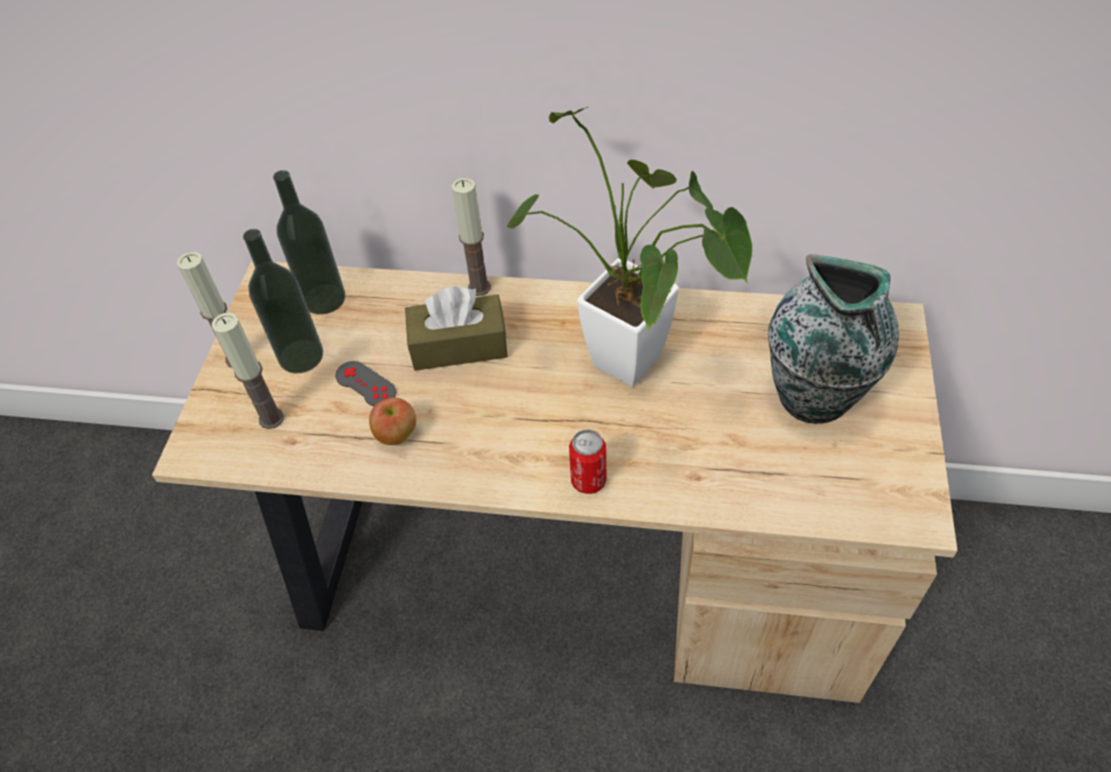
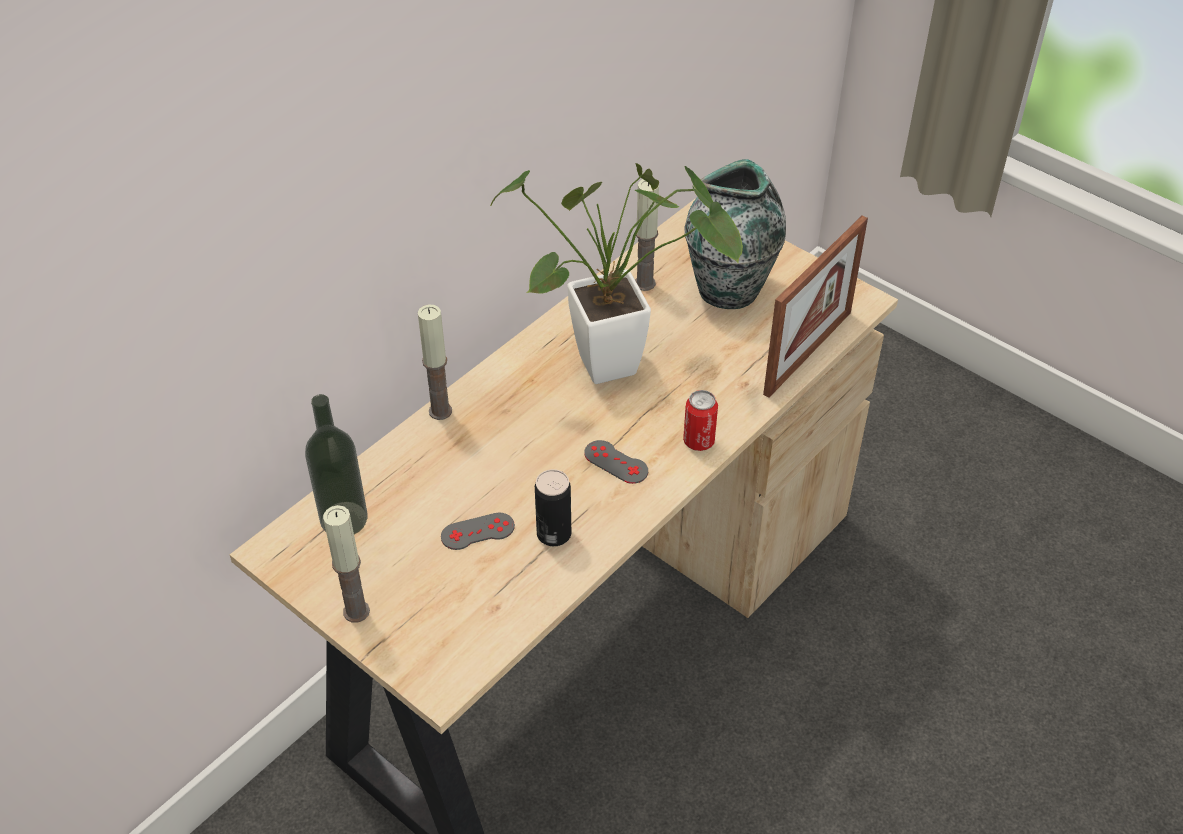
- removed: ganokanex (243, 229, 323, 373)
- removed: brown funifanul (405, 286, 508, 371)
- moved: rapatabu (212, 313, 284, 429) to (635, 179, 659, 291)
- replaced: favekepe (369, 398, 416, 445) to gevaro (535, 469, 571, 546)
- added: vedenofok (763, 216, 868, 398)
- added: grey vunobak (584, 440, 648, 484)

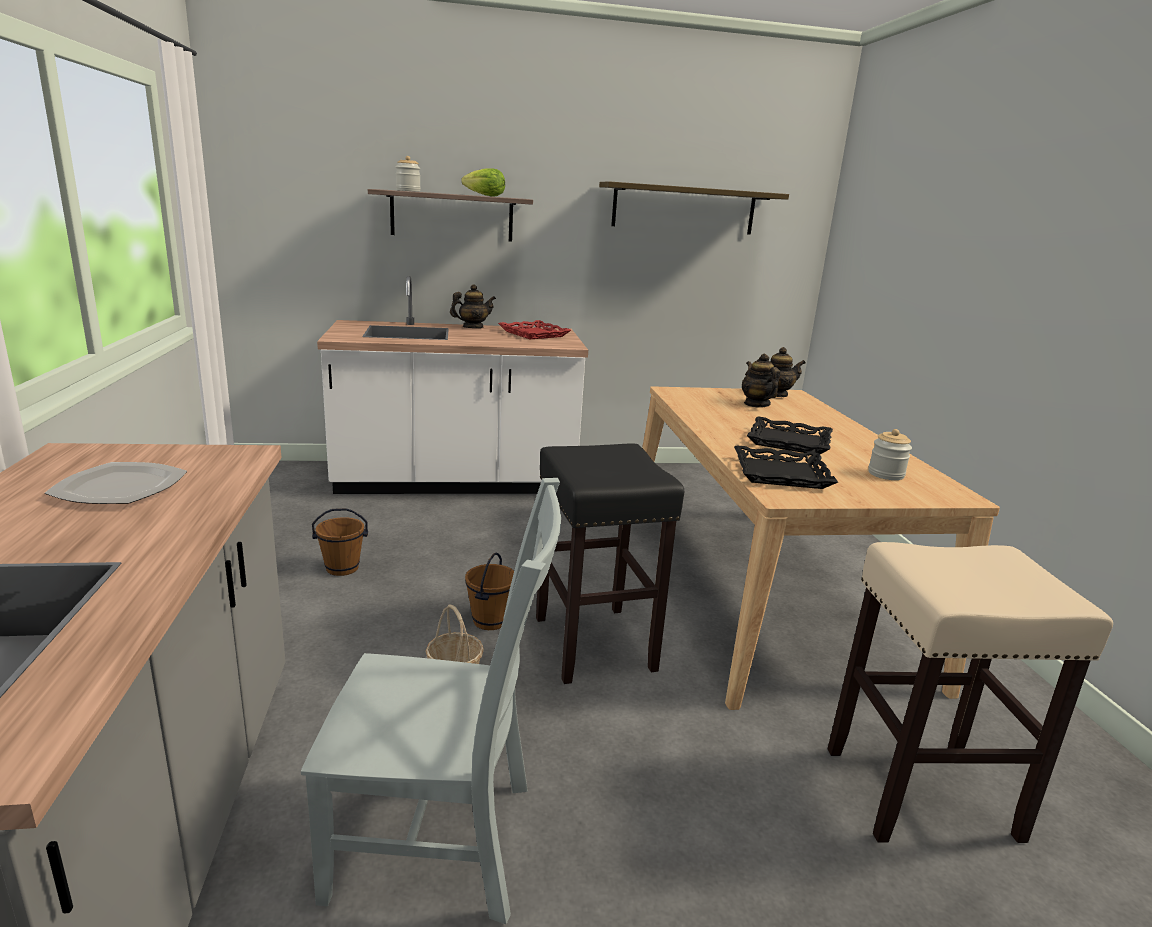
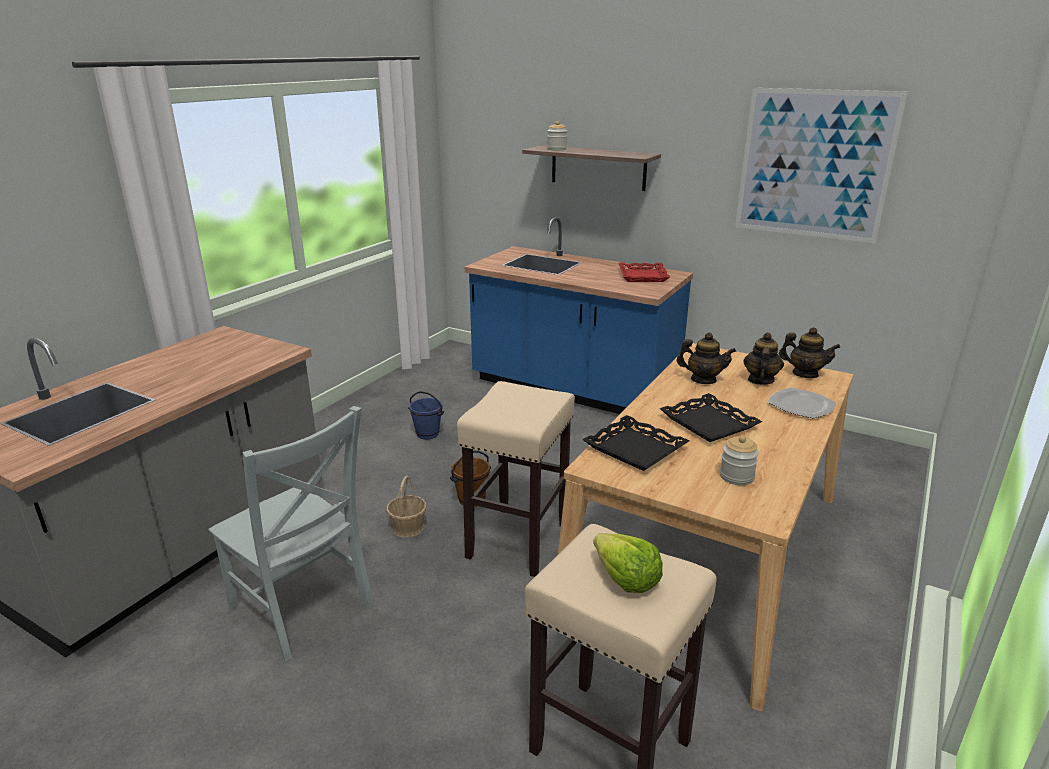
- moved: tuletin (461, 168, 505, 196) to (593, 533, 663, 593)
- replaced: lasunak (599, 181, 789, 235) to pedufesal (735, 88, 908, 244)
- recoloured: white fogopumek (317, 276, 588, 494) to blue fogopumek (465, 217, 693, 414)
- moved: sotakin (450, 284, 496, 328) to (676, 333, 736, 384)
- recoloured: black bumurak (536, 443, 684, 684) to beige bumurak (457, 381, 575, 577)
- moved: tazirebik (45, 462, 187, 504) to (768, 387, 836, 419)
- recoloured: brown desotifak (312, 508, 368, 576) to blue desotifak (408, 391, 444, 440)

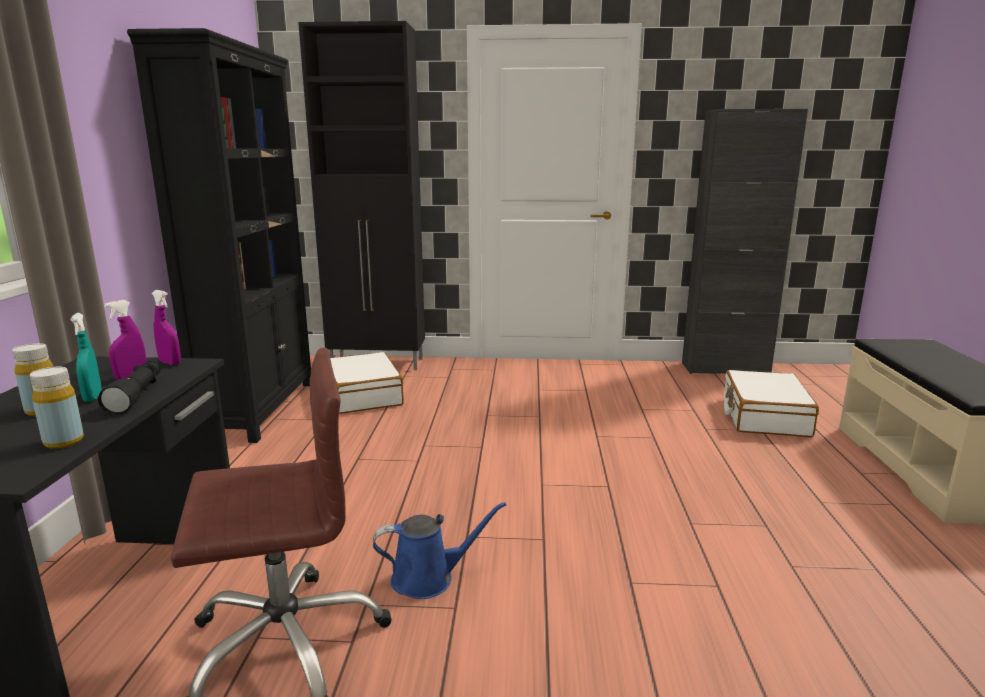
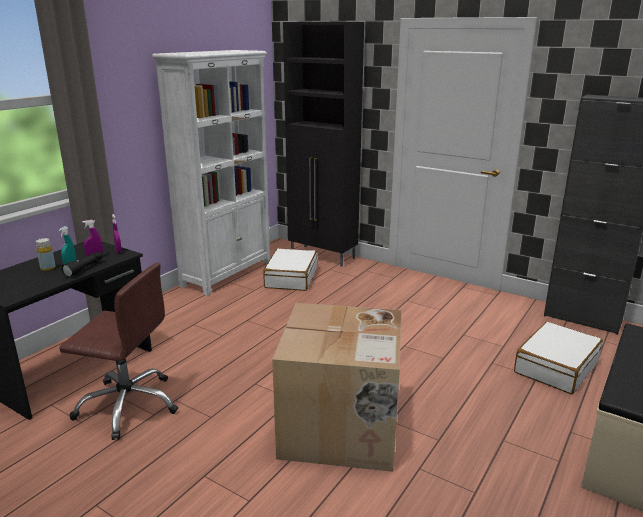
- recoloured: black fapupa (127, 28, 311, 443) to white fapupa (152, 50, 271, 296)
- removed: yellow ganokanex (30, 367, 84, 449)
- removed: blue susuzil (373, 502, 506, 599)
- added: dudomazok (272, 303, 402, 472)

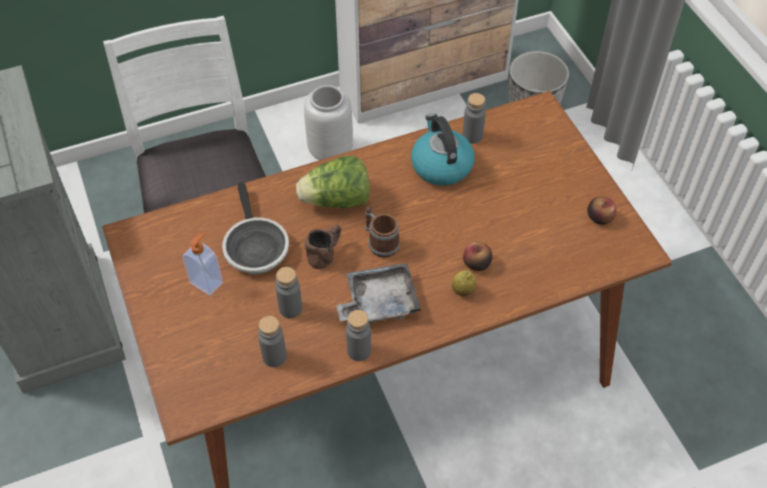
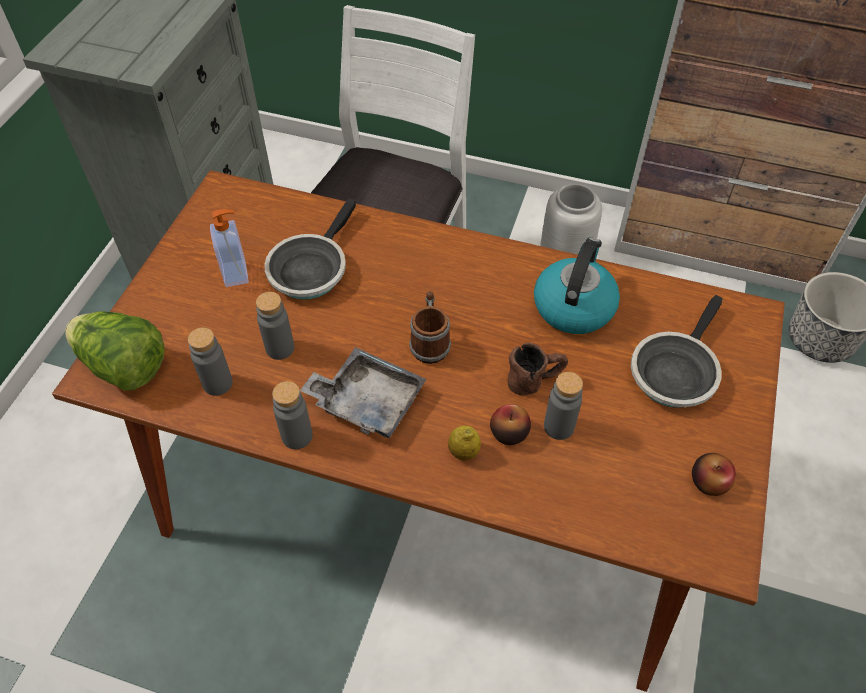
- moved: grey ganokanex (463, 93, 486, 144) to (544, 372, 583, 440)
- moved: tuletin (296, 156, 370, 209) to (65, 311, 165, 391)
- moved: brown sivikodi (305, 225, 341, 269) to (508, 343, 568, 395)
- added: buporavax (631, 295, 723, 408)

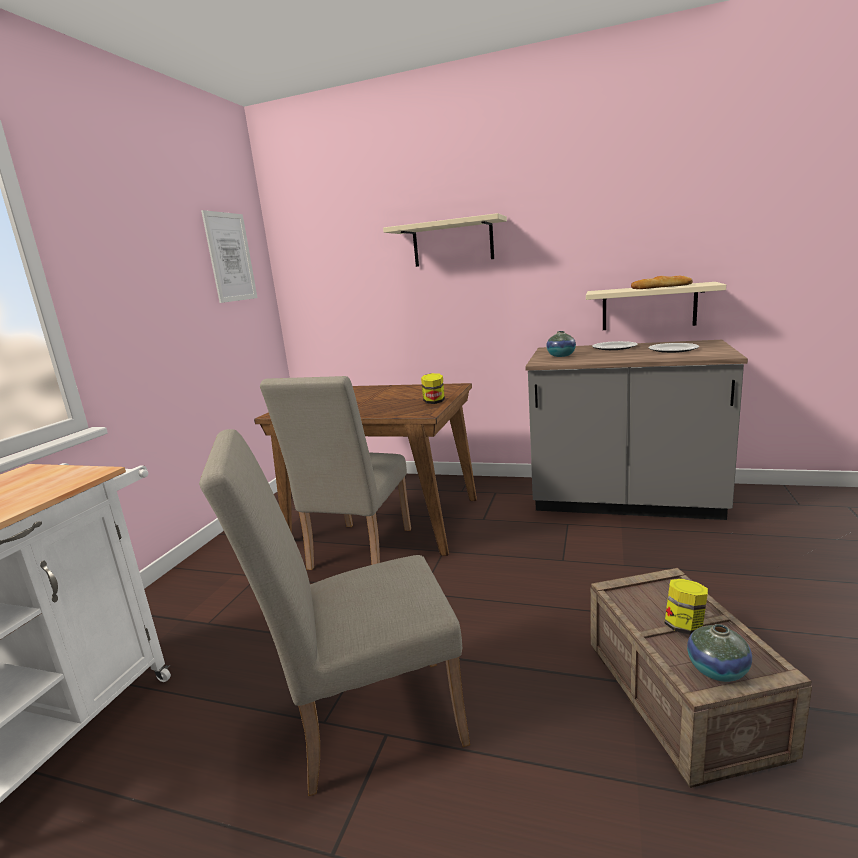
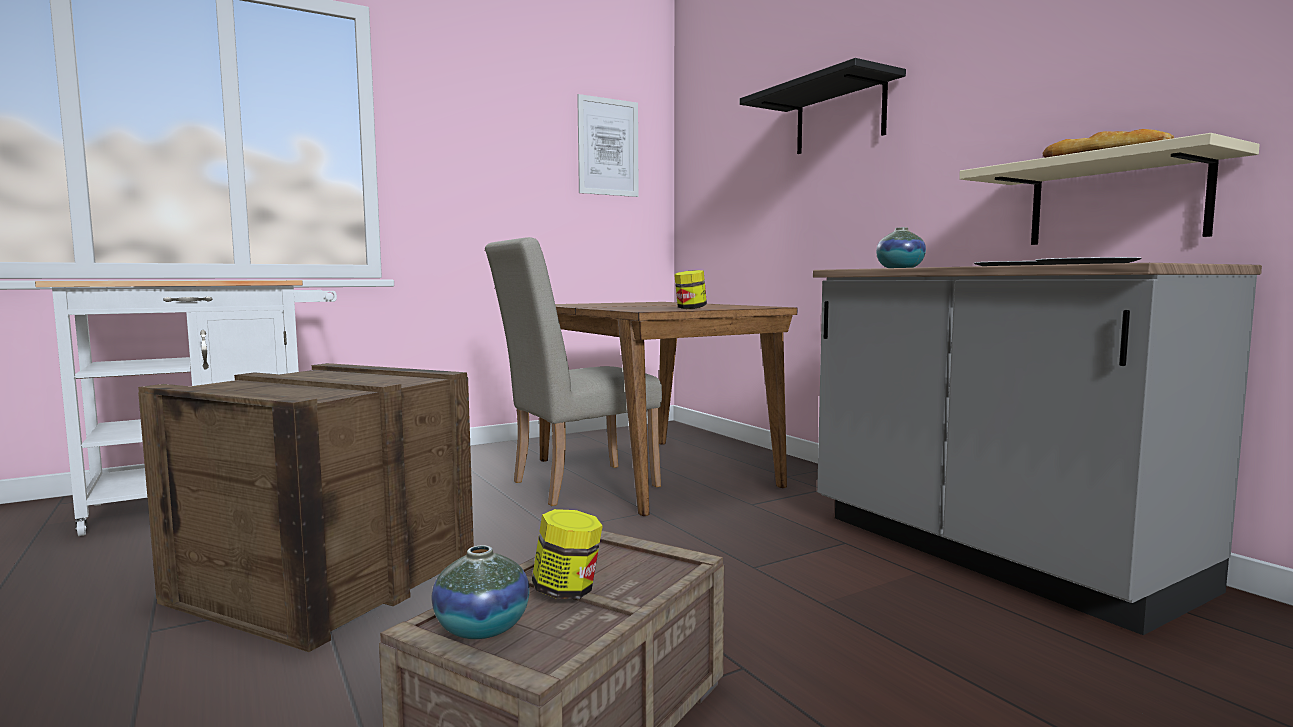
- recoloured: beige lasunak (383, 213, 507, 267) to black lasunak (740, 58, 906, 154)
- replaced: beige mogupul (199, 429, 470, 796) to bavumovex (138, 363, 474, 652)

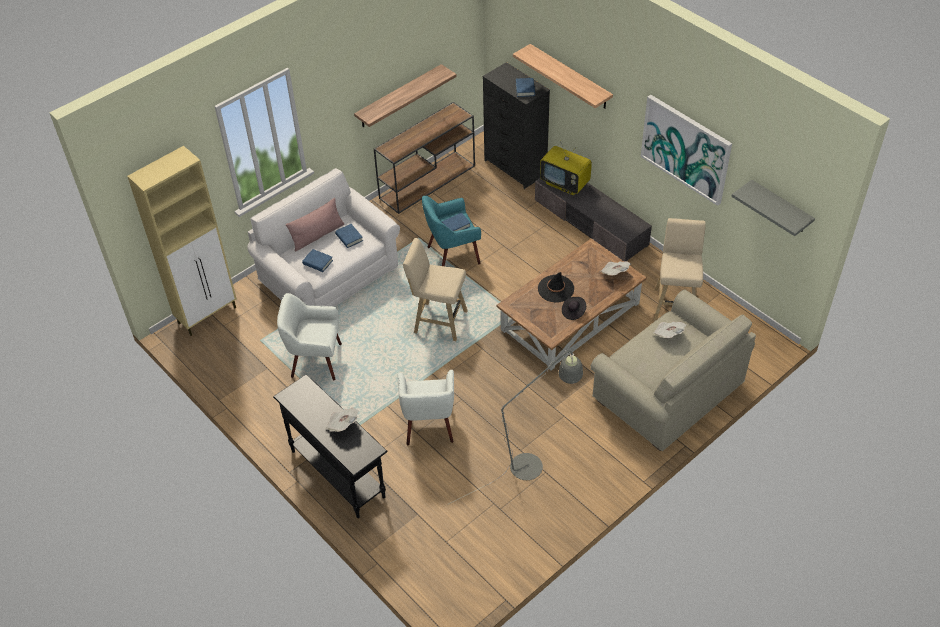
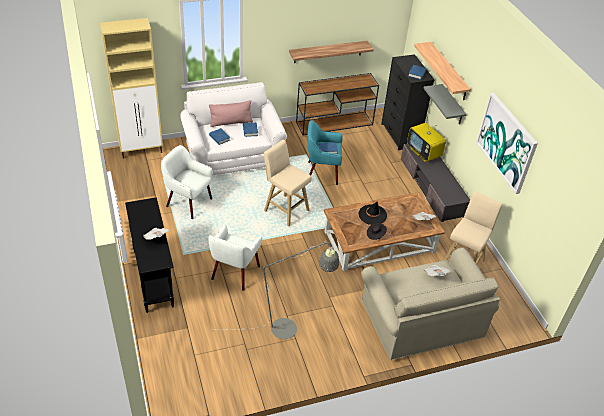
- moved: grey lasunak (731, 180, 815, 236) to (423, 84, 467, 124)

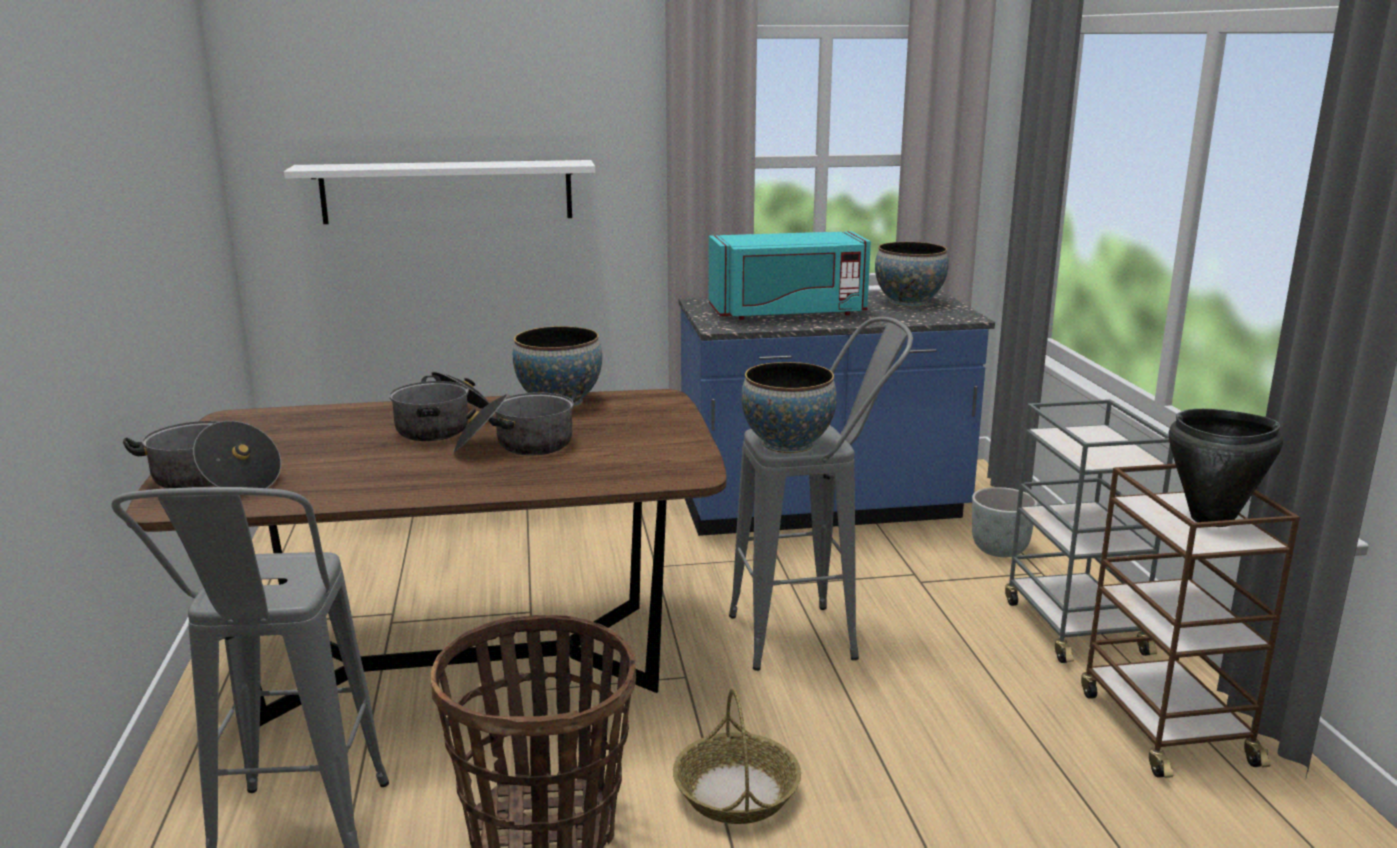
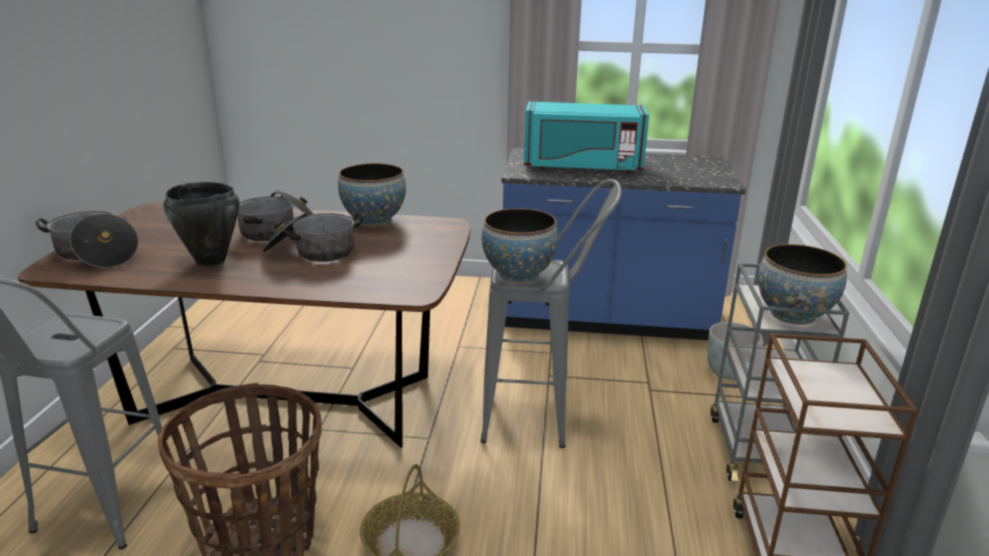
- removed: white lasunak (284, 160, 595, 224)
- moved: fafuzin (875, 242, 948, 307) to (758, 244, 847, 325)
- moved: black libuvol (1169, 409, 1283, 527) to (163, 182, 239, 266)

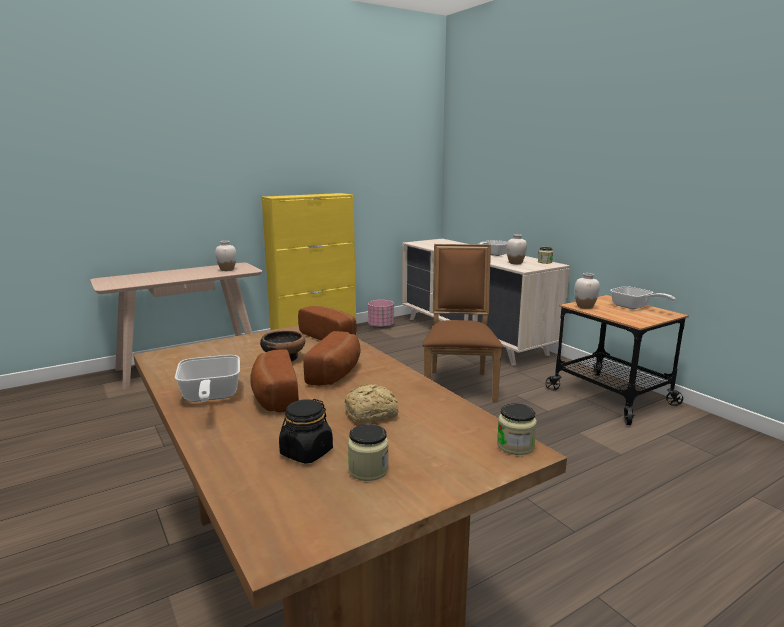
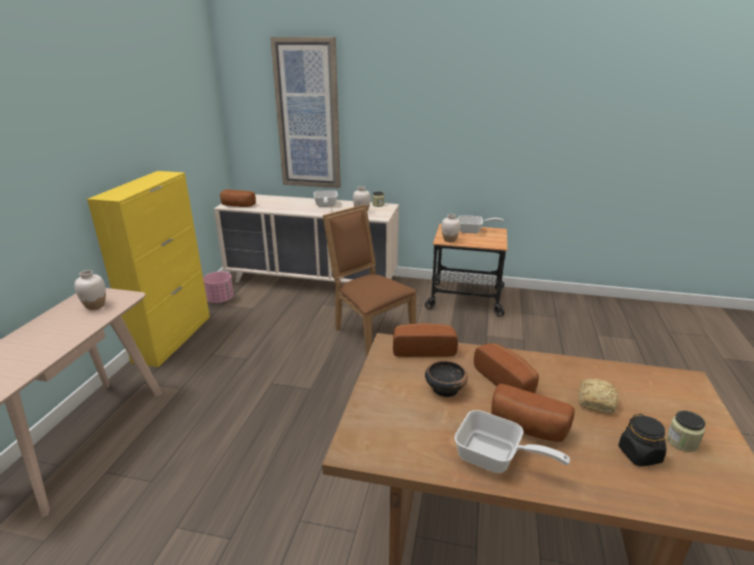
- removed: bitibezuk (497, 403, 537, 455)
- added: pedufesal (270, 37, 341, 188)
- added: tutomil (220, 190, 256, 207)

